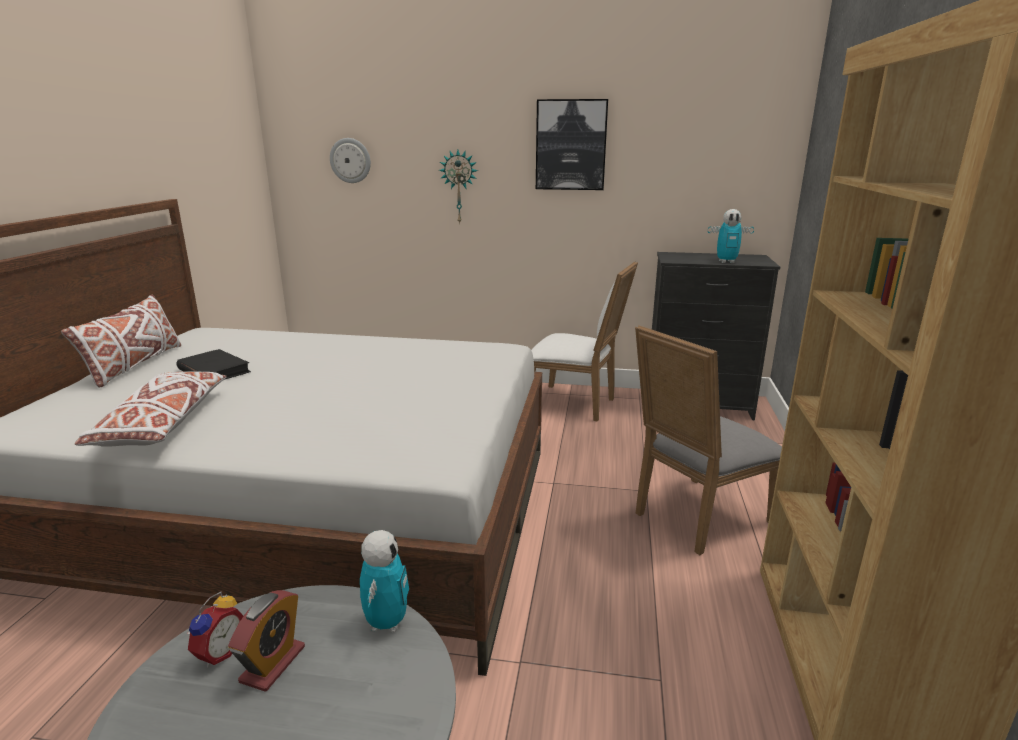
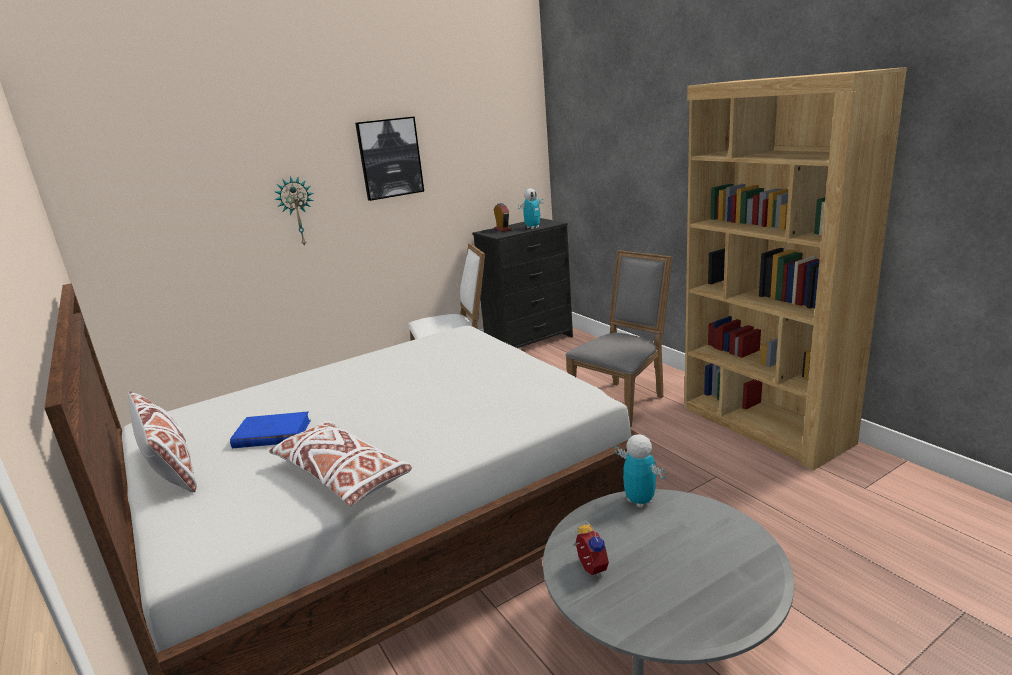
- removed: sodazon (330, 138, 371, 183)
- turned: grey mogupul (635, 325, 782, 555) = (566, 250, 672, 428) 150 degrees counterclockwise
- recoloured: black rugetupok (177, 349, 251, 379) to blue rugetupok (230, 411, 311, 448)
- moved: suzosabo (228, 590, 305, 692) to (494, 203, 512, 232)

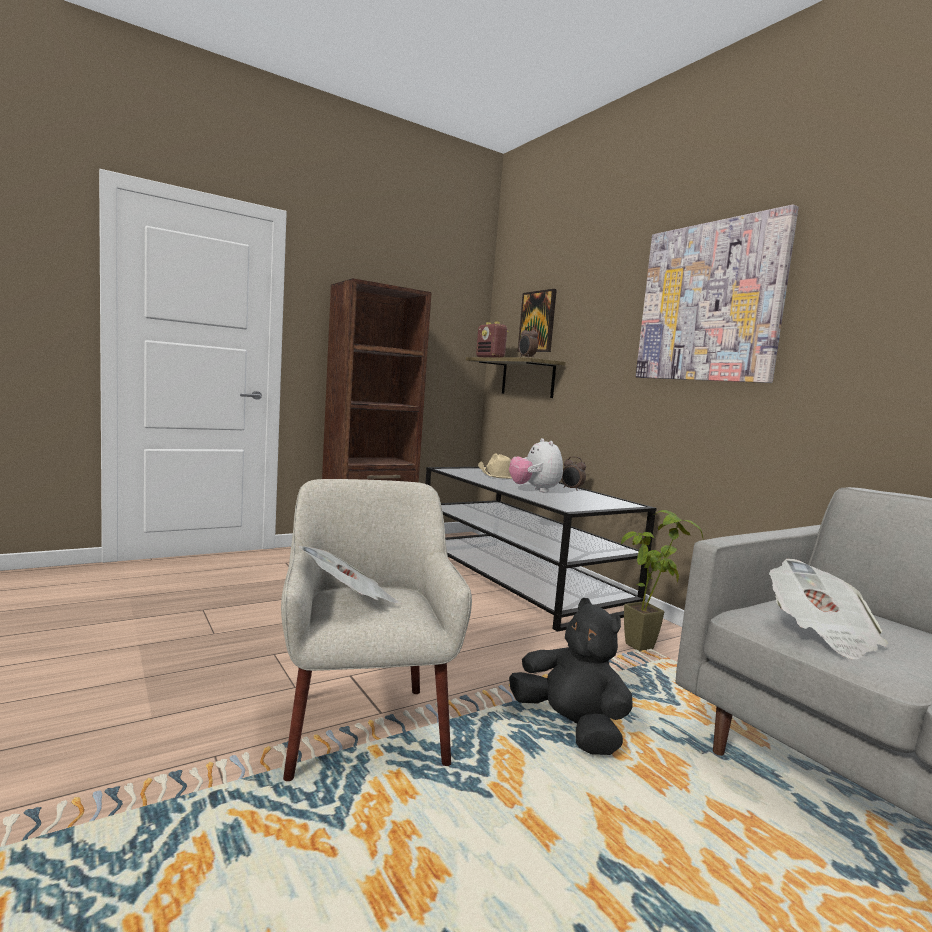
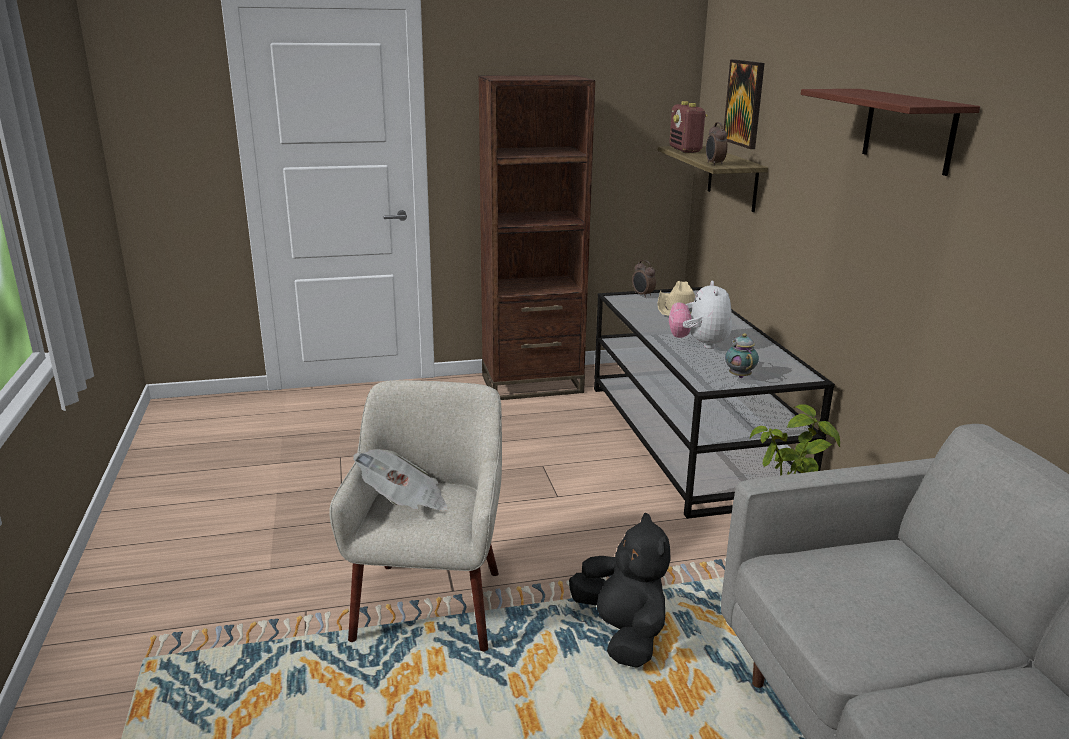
- replaced: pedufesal (636, 204, 799, 383) to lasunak (801, 89, 980, 176)
- moved: suzosabo (561, 456, 586, 491) to (632, 260, 656, 298)
- removed: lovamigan (769, 559, 888, 659)
- added: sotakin (725, 333, 759, 378)

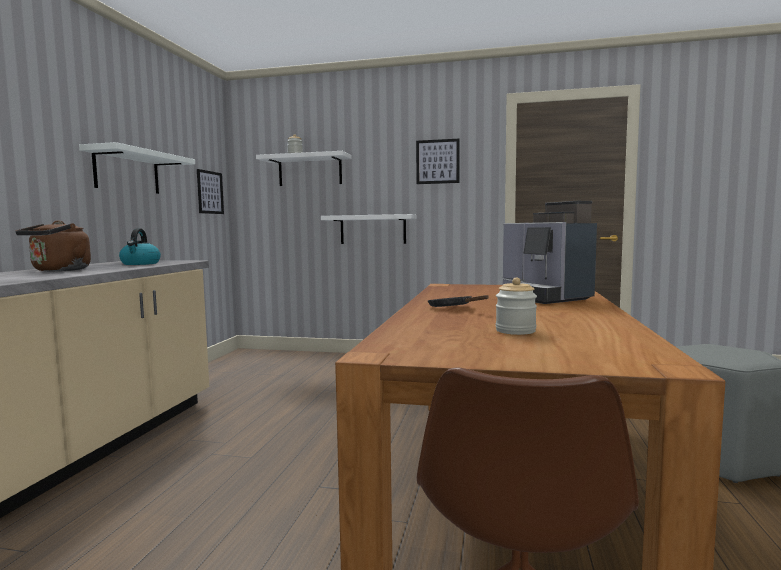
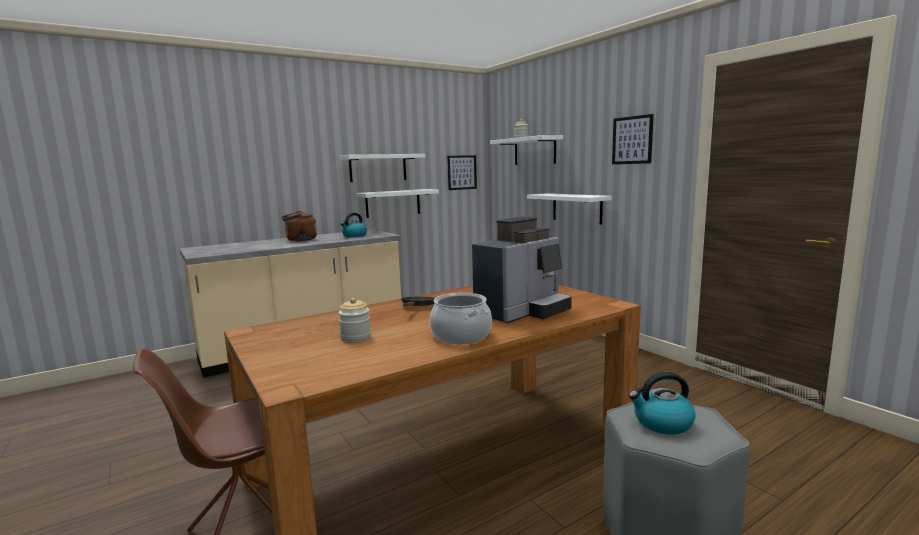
- turned: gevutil (503, 201, 597, 304) = (472, 216, 572, 323) 150 degrees counterclockwise
- added: white lasunak (356, 189, 439, 218)
- added: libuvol (430, 293, 492, 344)
- added: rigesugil (629, 372, 696, 435)

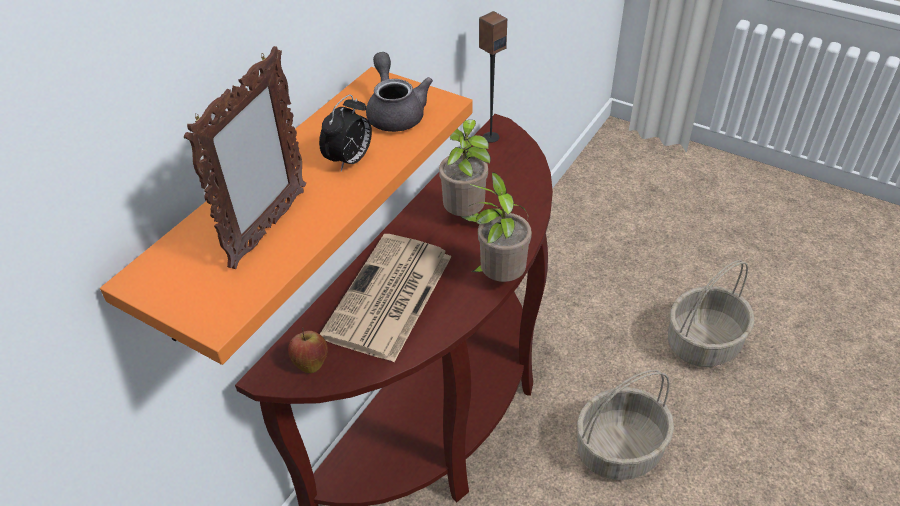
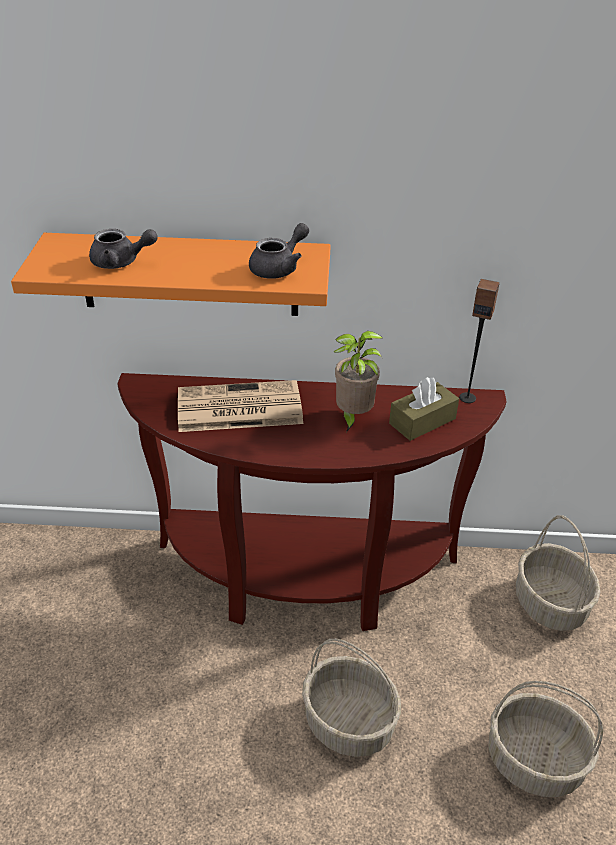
- replaced: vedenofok (184, 46, 306, 269) to grey sotakin (89, 229, 158, 269)
- removed: suzosabo (319, 94, 372, 172)
- removed: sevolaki (469, 172, 532, 282)
- removed: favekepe (288, 328, 328, 373)
- added: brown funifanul (389, 377, 459, 441)
- added: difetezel (516, 515, 600, 631)

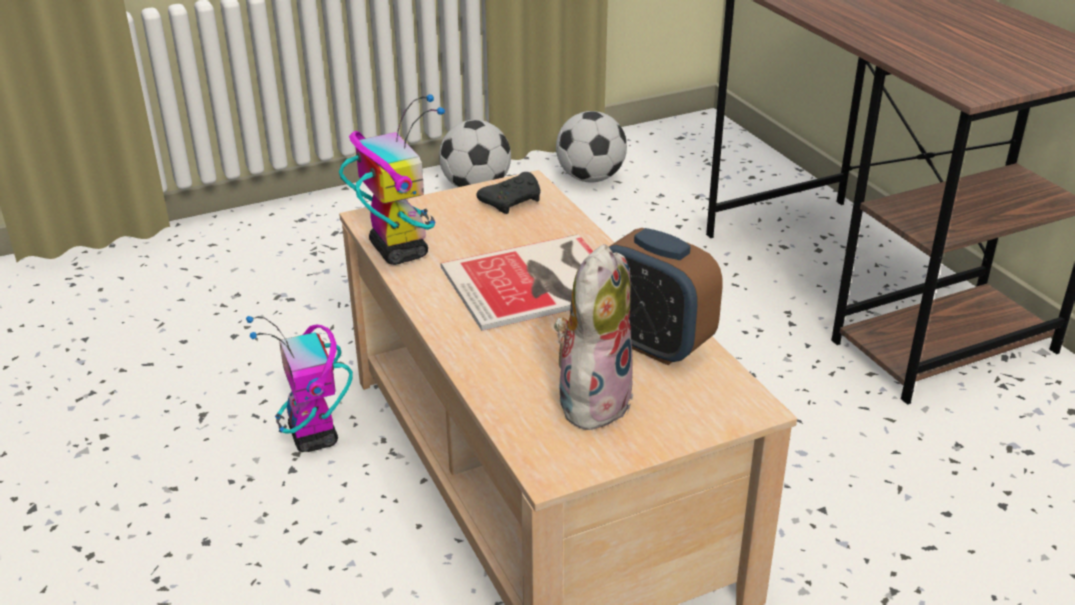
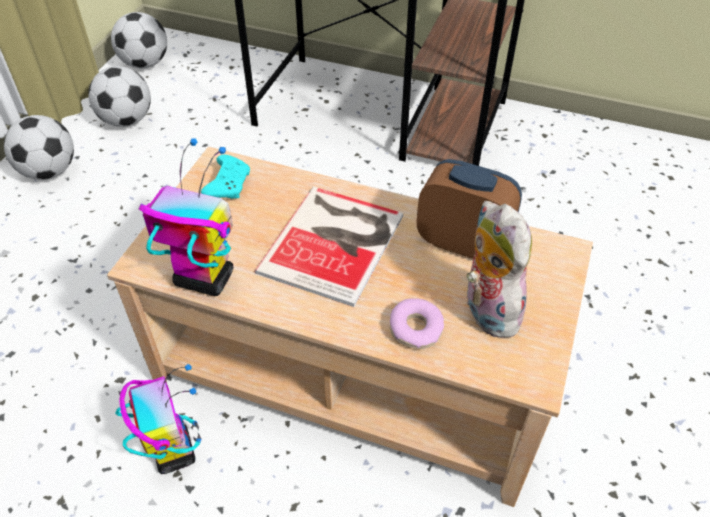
- recoloured: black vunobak (477, 172, 541, 214) to turquoise vunobak (201, 155, 250, 199)
- turned: suzosabo (609, 228, 723, 365) = (417, 159, 522, 259) 150 degrees counterclockwise
- turned: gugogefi (246, 316, 353, 452) = (115, 364, 201, 474) 135 degrees counterclockwise
- added: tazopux (111, 12, 167, 68)
- added: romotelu (390, 298, 444, 349)

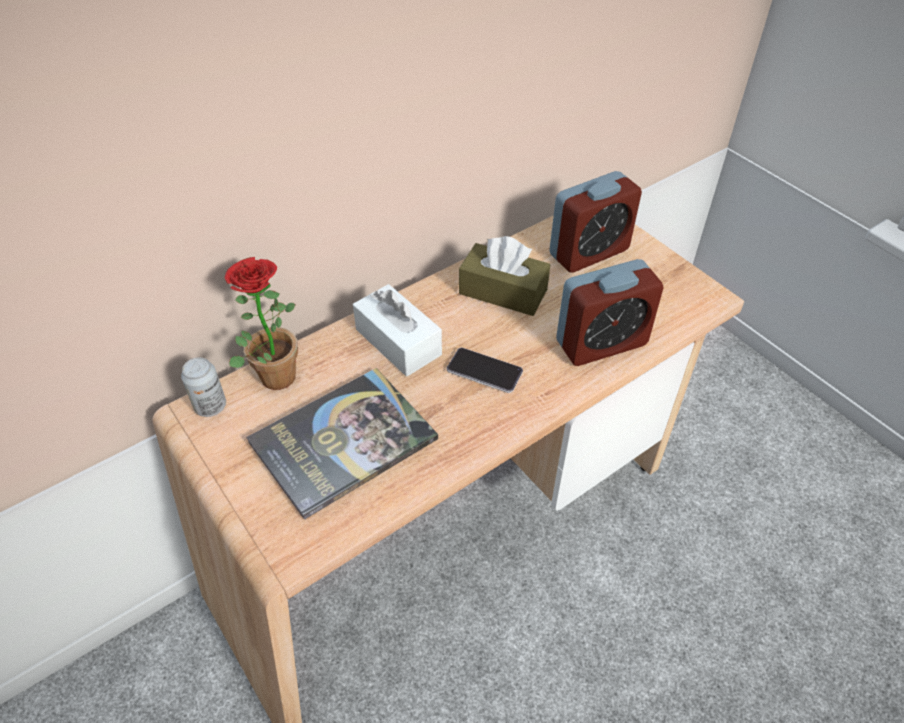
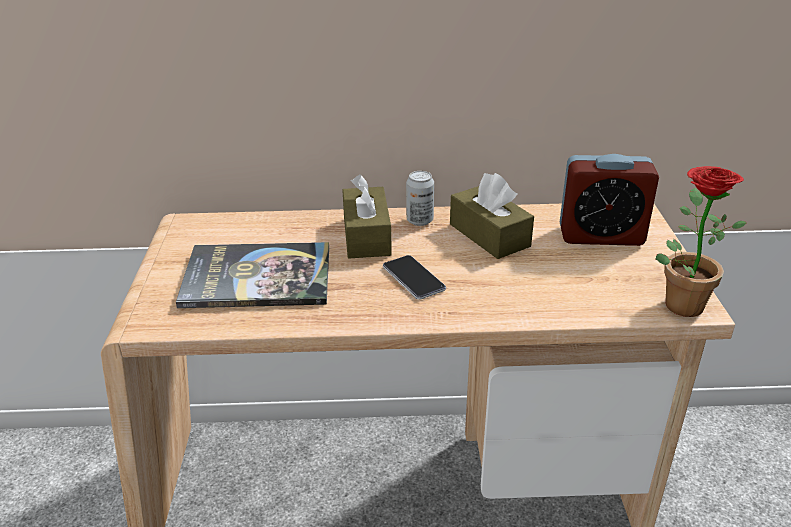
- moved: sevolaki (225, 257, 298, 390) to (656, 166, 746, 317)
- removed: suzosabo (556, 259, 664, 366)
- recoloured: white funifanul (353, 284, 442, 376) to brown funifanul (342, 175, 392, 259)
- moved: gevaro (181, 357, 226, 417) to (406, 171, 434, 226)

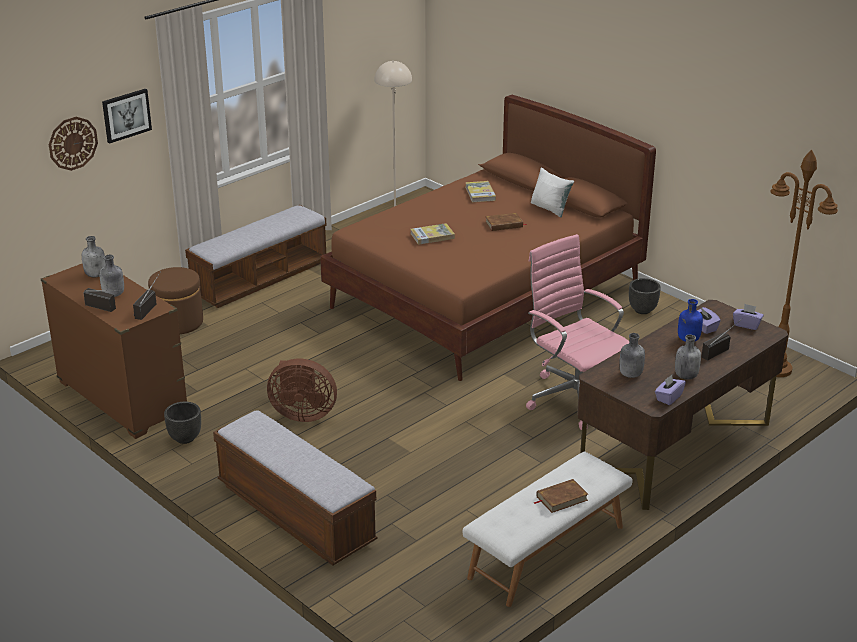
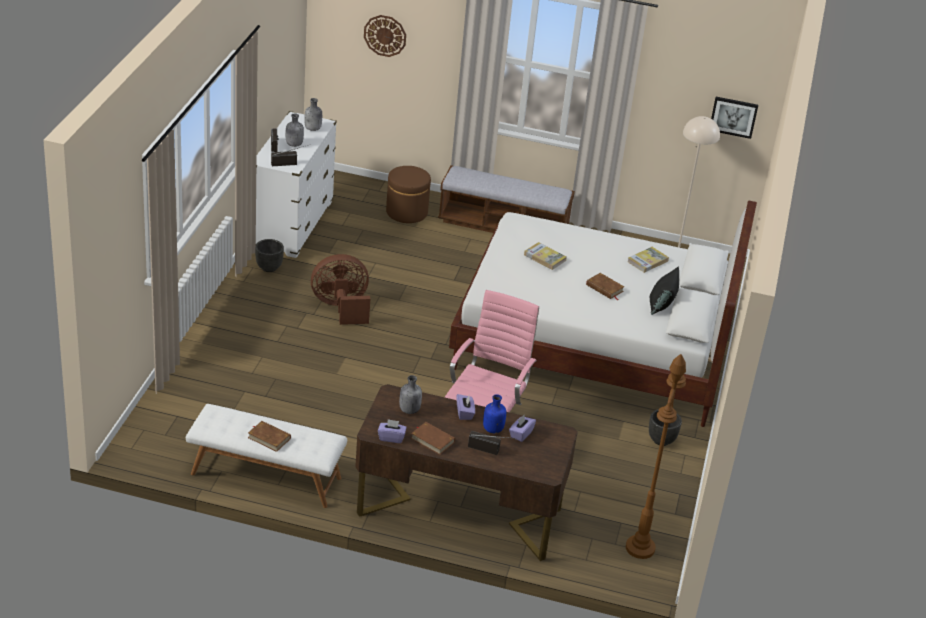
- moved: pedufesal (102, 89, 152, 143) to (711, 97, 758, 139)
- recoloured: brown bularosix (320, 95, 656, 381) to white bularosix (449, 200, 757, 427)
- recoloured: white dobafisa (531, 167, 574, 217) to black dobafisa (650, 266, 679, 315)
- recoloured: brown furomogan (41, 264, 187, 439) to white furomogan (256, 111, 337, 258)
- moved: purple funifanul (733, 304, 764, 330) to (457, 394, 475, 420)
- replaced: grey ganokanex (675, 335, 701, 380) to brown rugetupok (411, 422, 455, 455)
- turned: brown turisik (267, 359, 337, 422) = (311, 254, 370, 325) 105 degrees clockwise
- removed: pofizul (213, 410, 377, 566)

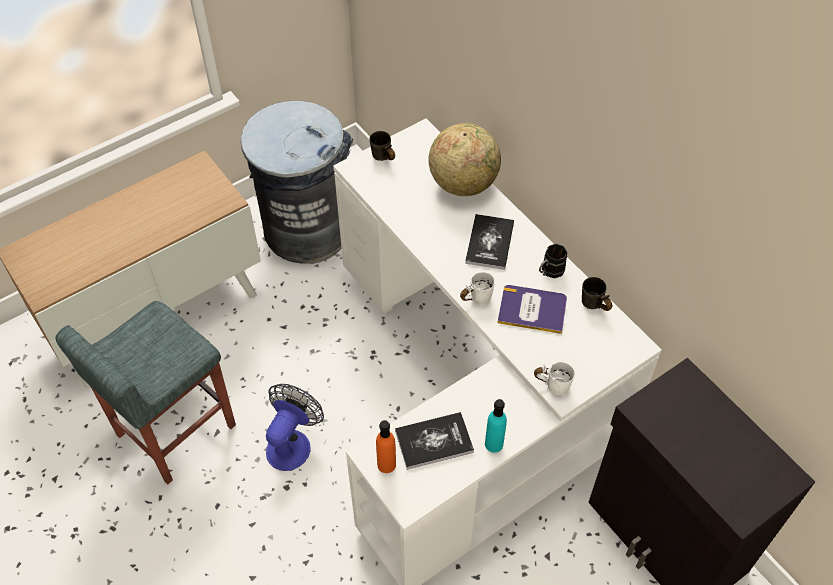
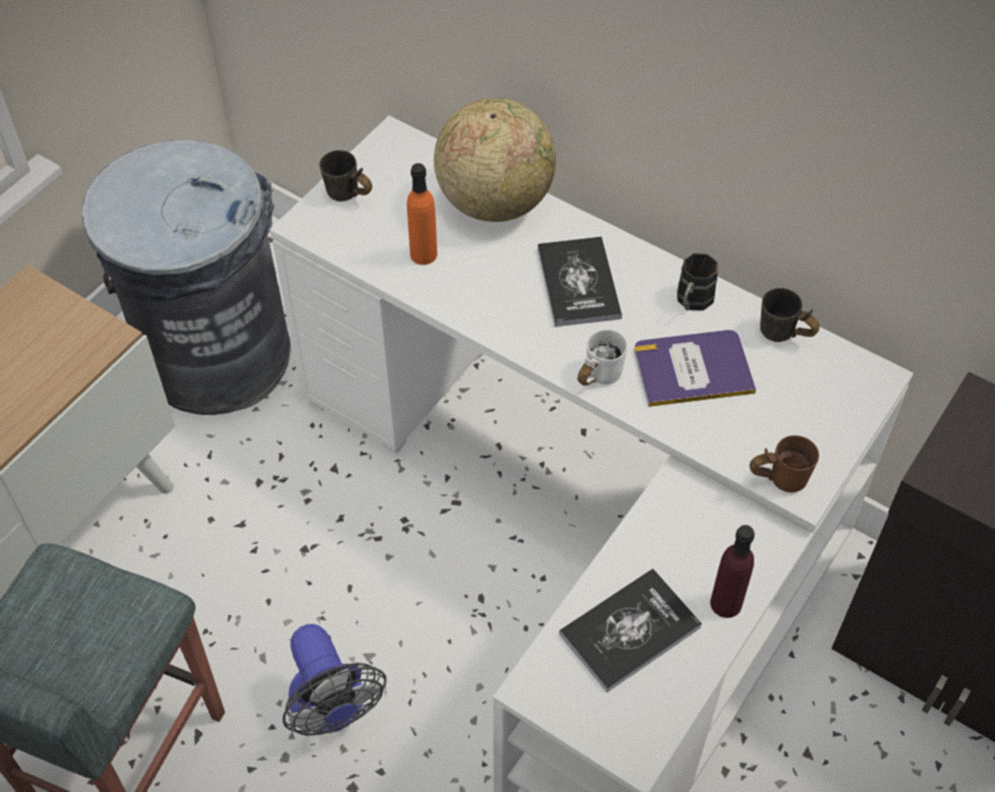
- recoloured: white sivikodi (534, 362, 575, 395) to brown sivikodi (750, 435, 819, 492)
- turned: turisik (266, 384, 324, 471) = (283, 624, 387, 736) 150 degrees clockwise
- recoloured: turquoise ganokanex (485, 399, 507, 453) to purple ganokanex (710, 525, 755, 618)
- moved: orange ganokanex (376, 420, 396, 473) to (407, 163, 437, 265)

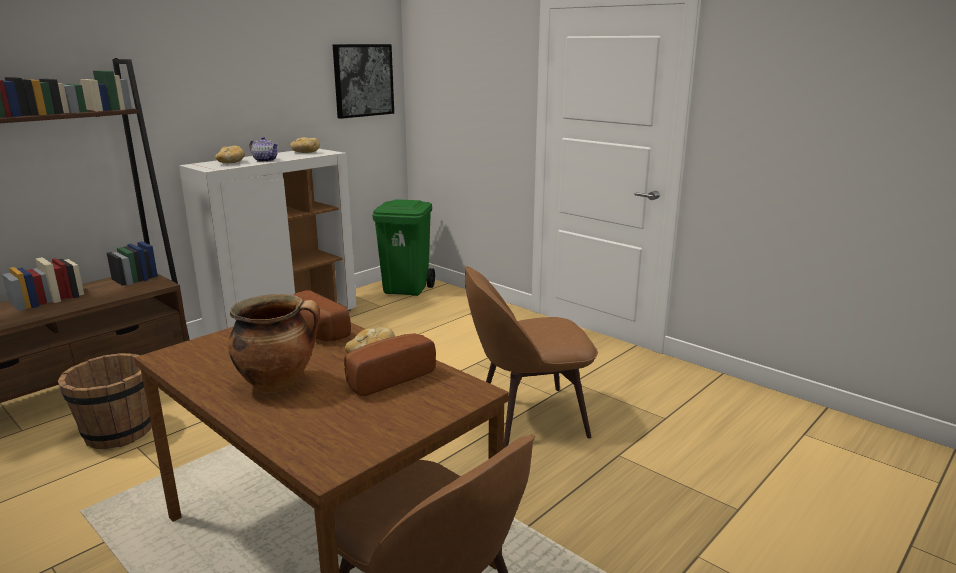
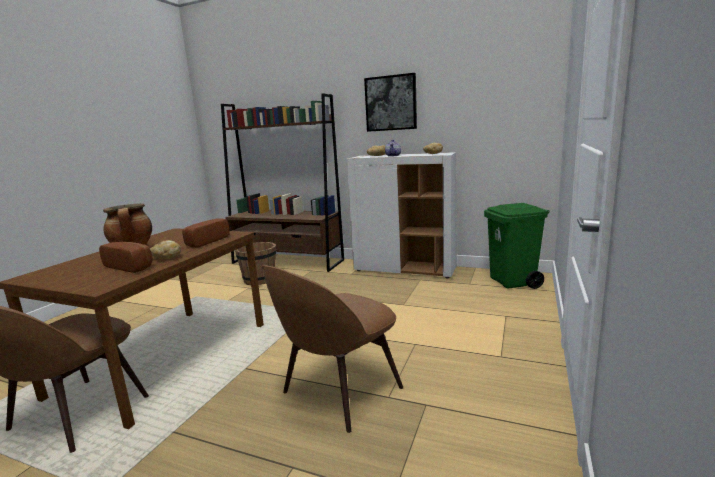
- moved: pedufesal (333, 44, 394, 119) to (364, 73, 417, 132)
- turned: brown mogupul (465, 266, 598, 448) = (262, 265, 403, 433) 105 degrees counterclockwise

